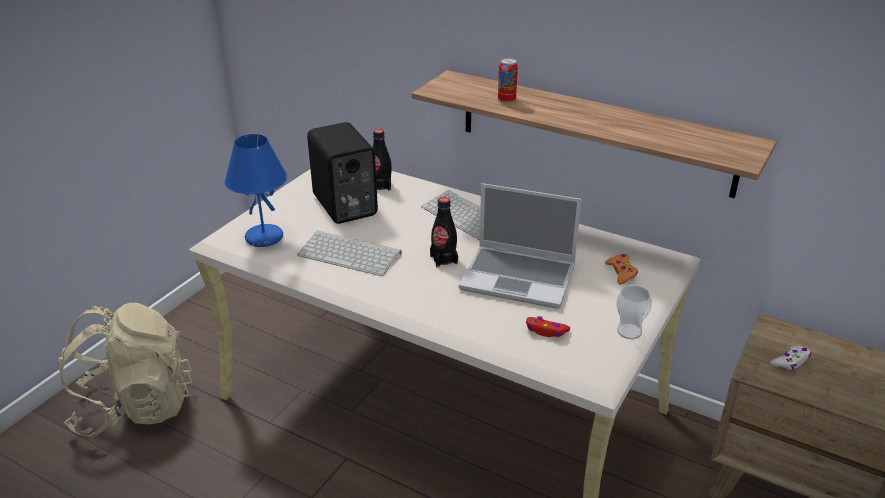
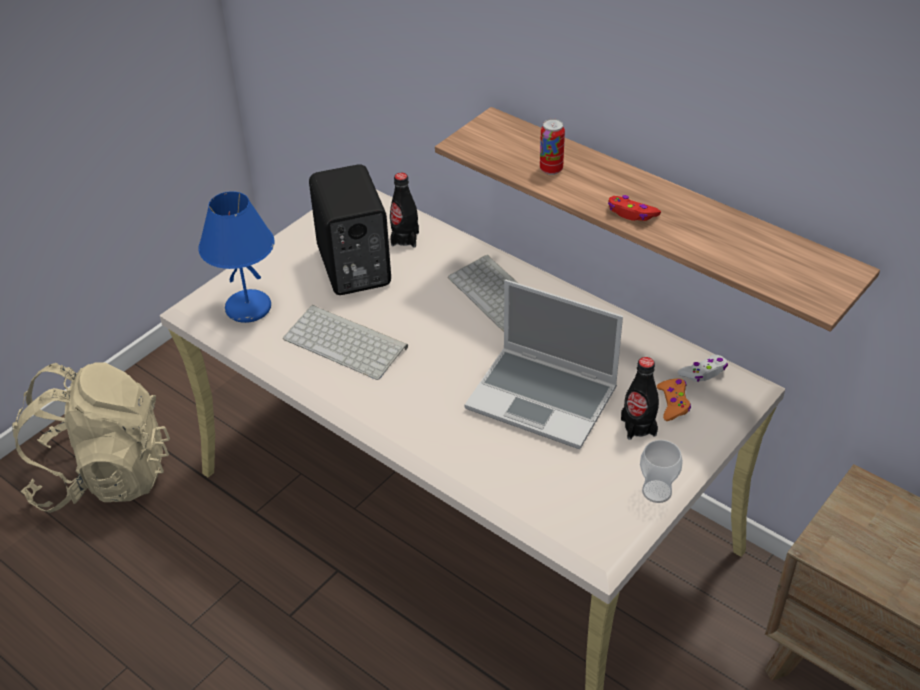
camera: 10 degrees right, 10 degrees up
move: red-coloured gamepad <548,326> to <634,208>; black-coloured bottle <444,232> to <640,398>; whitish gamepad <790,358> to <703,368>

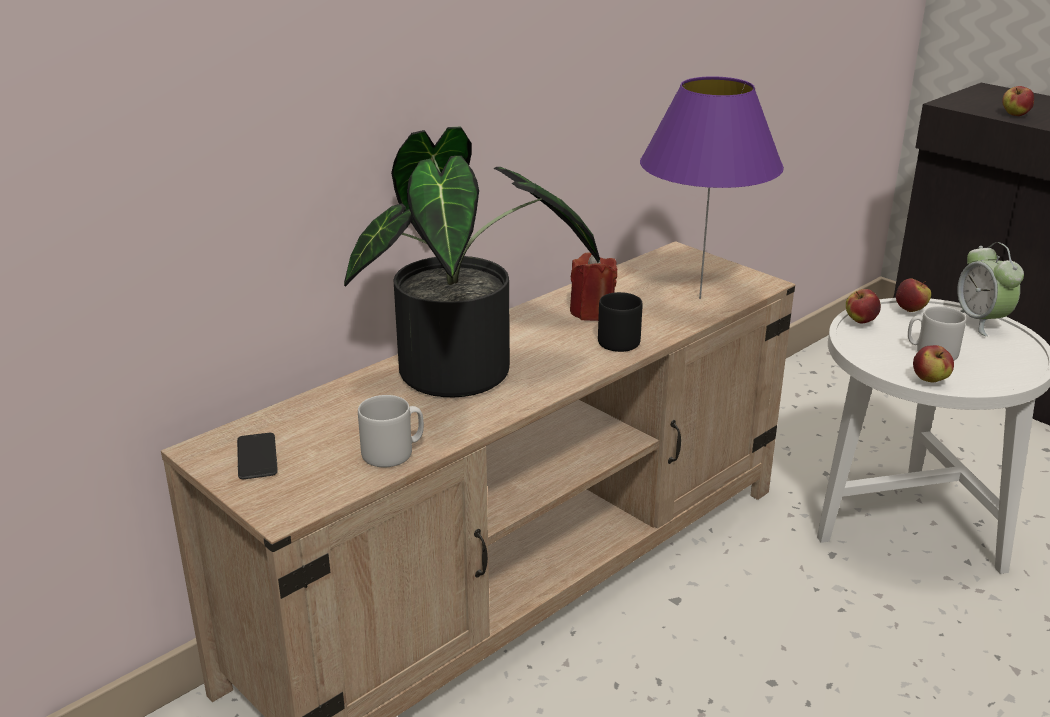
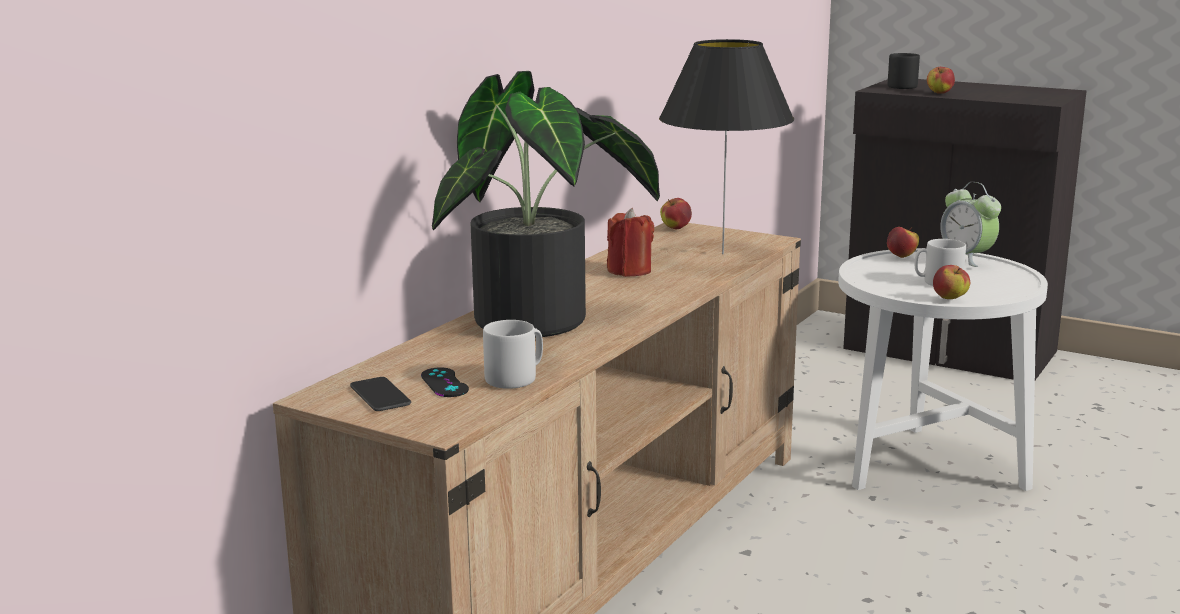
camera: 15 degrees left, 10 degrees down
insert: black-coloured gamepad <445,382>
move: apple fruit <863,306> to <676,213>; black-coloured coffee mug <620,322> to <904,71>
recolor: purple tabletop lamp <712,187> to black-coloured tabletop lamp <726,146>

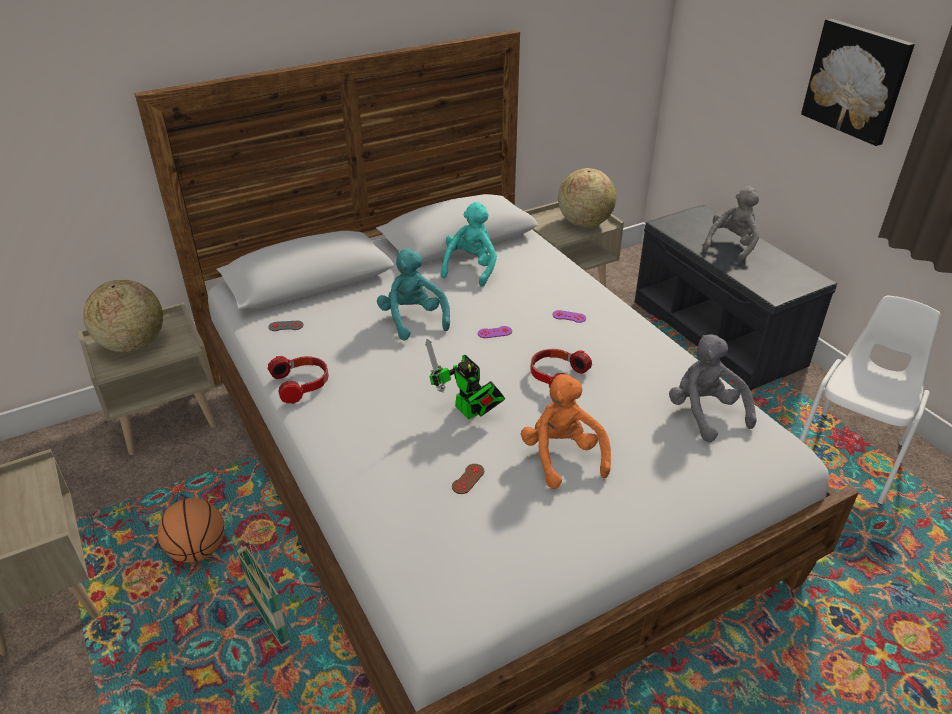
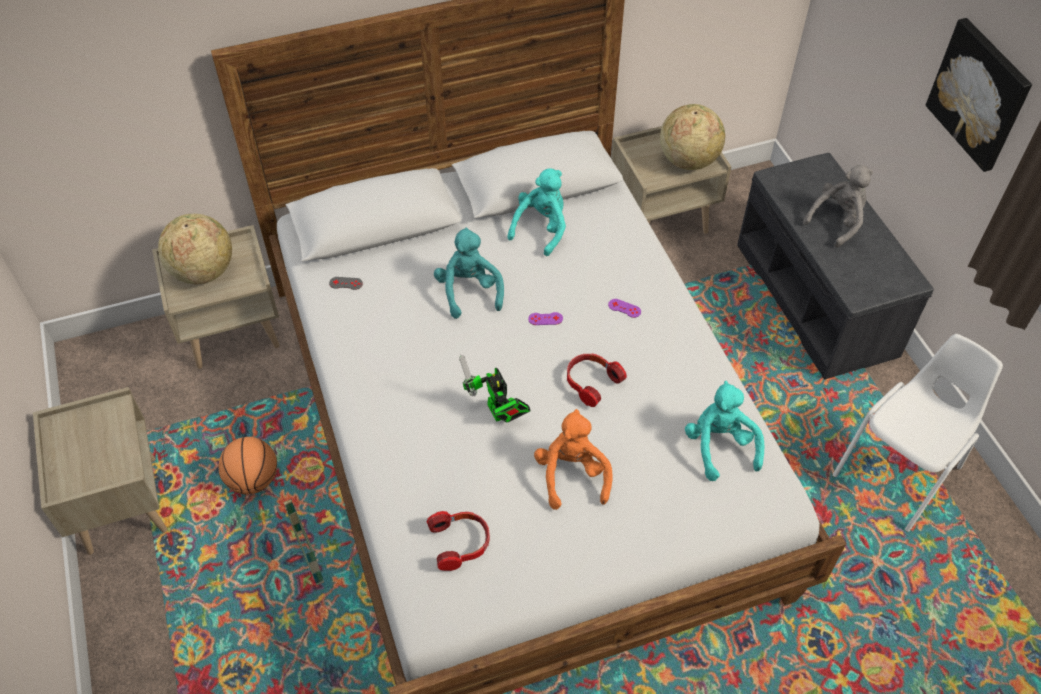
camera: 10 degrees right, 15 degrees up
delete: brown gamepad <468,479>
move: headset <298,380> to <458,541>
recolor: grey plush toy <713,388> to turquoise-coloured plush toy <725,431>

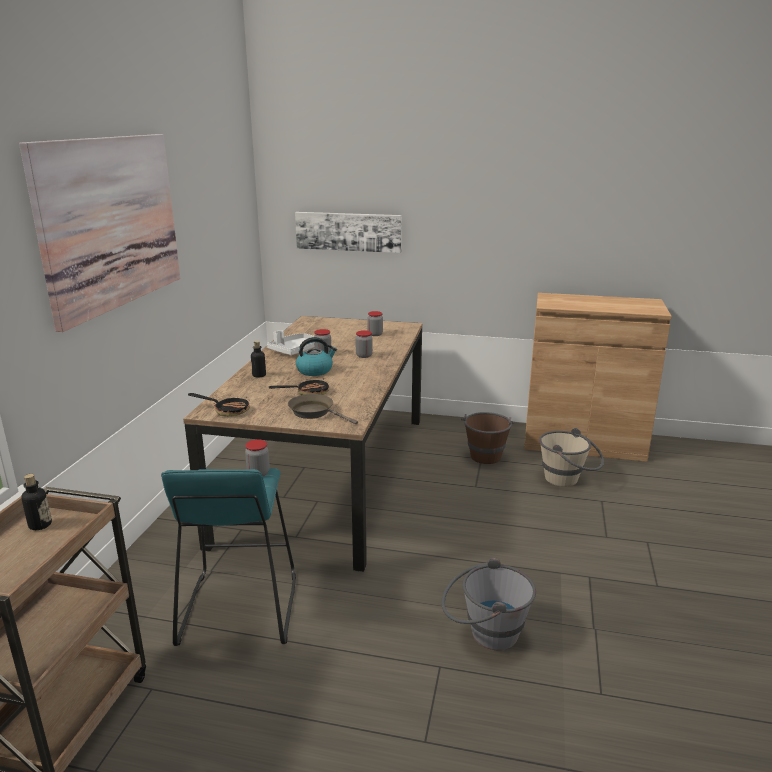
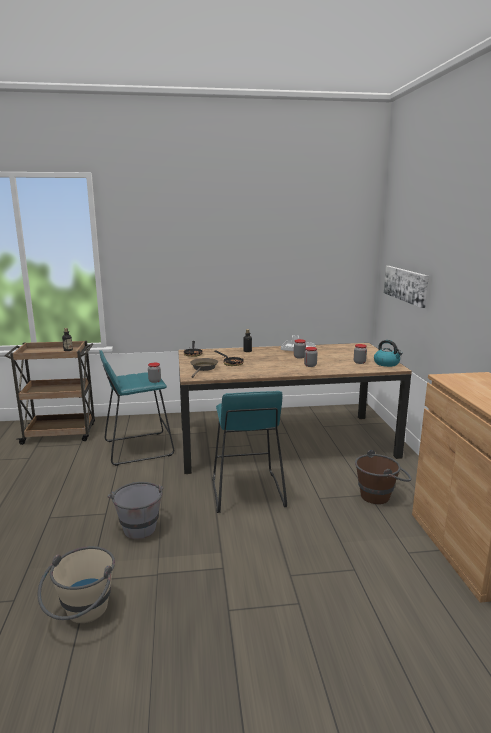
camera: 70 degrees right, 5 degrees down
delete: wall picture <99,233>
insert: turquoise-coloured stool <249,452>
move: beige-coloured bucket <571,457> to <76,584>; tea kettle <316,356> to <388,353>

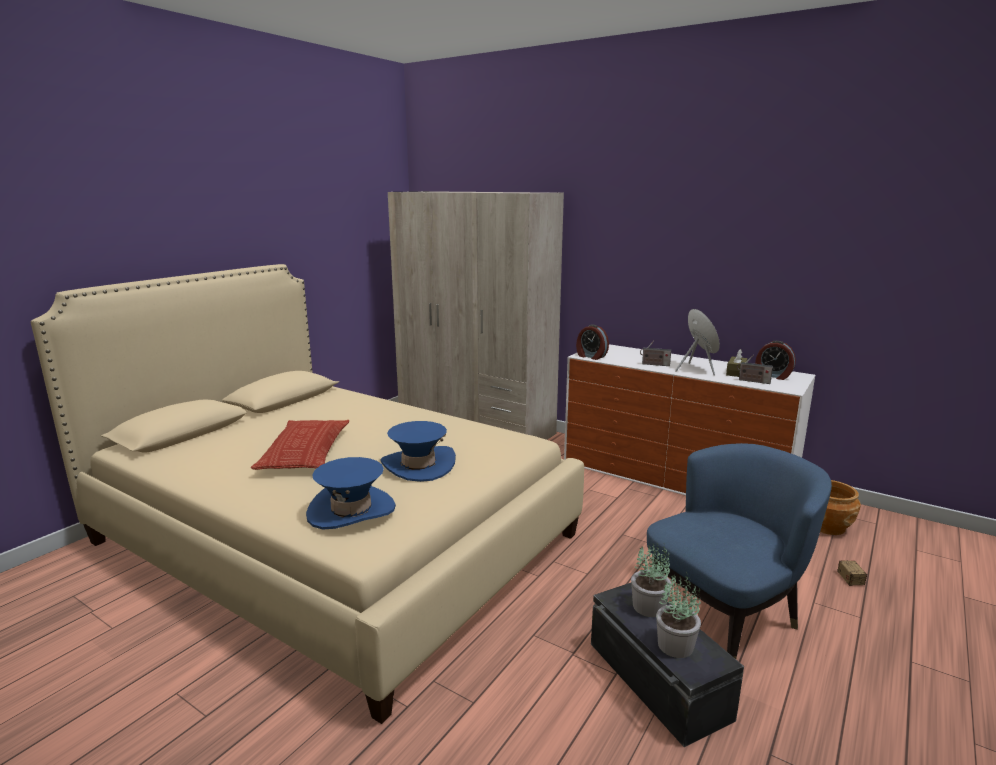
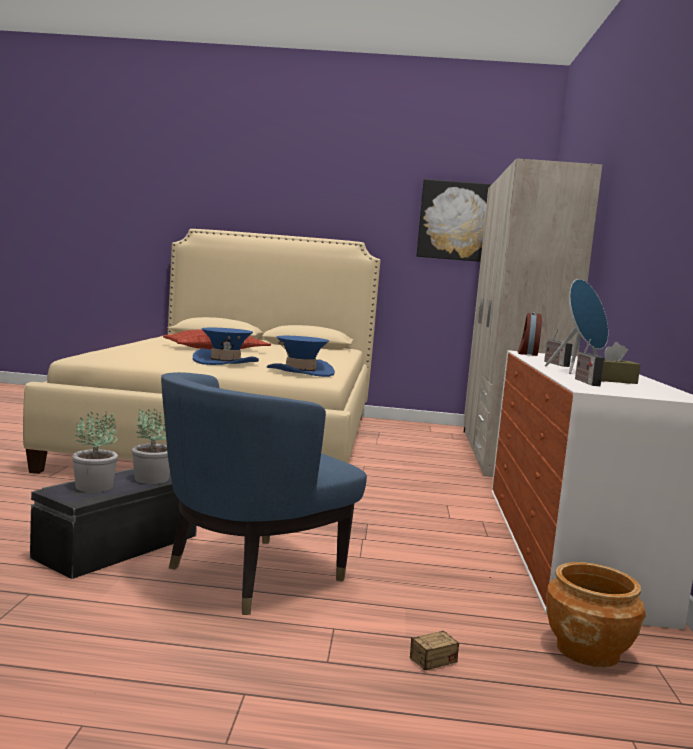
camera: 60 degrees right, 10 degrees down
delete: table clock <775,360>
insert: wall picture <454,220>
move: blue clothing hat <351,493> to <301,356>
rotate: blue lounge chair <739,551> = <264,493> 105 degrees clockwise

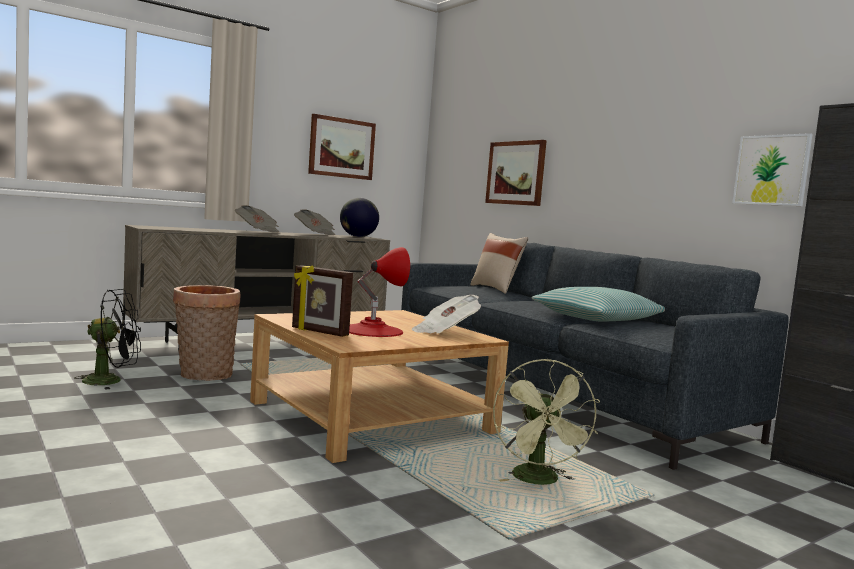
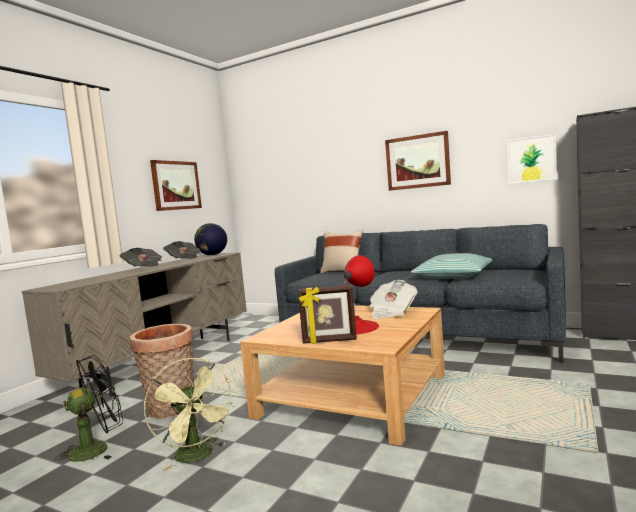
camera: 25 degrees left, 0 degrees up
move: green fan <546,422> to <189,414>; wall picture <516,173> to <418,161>

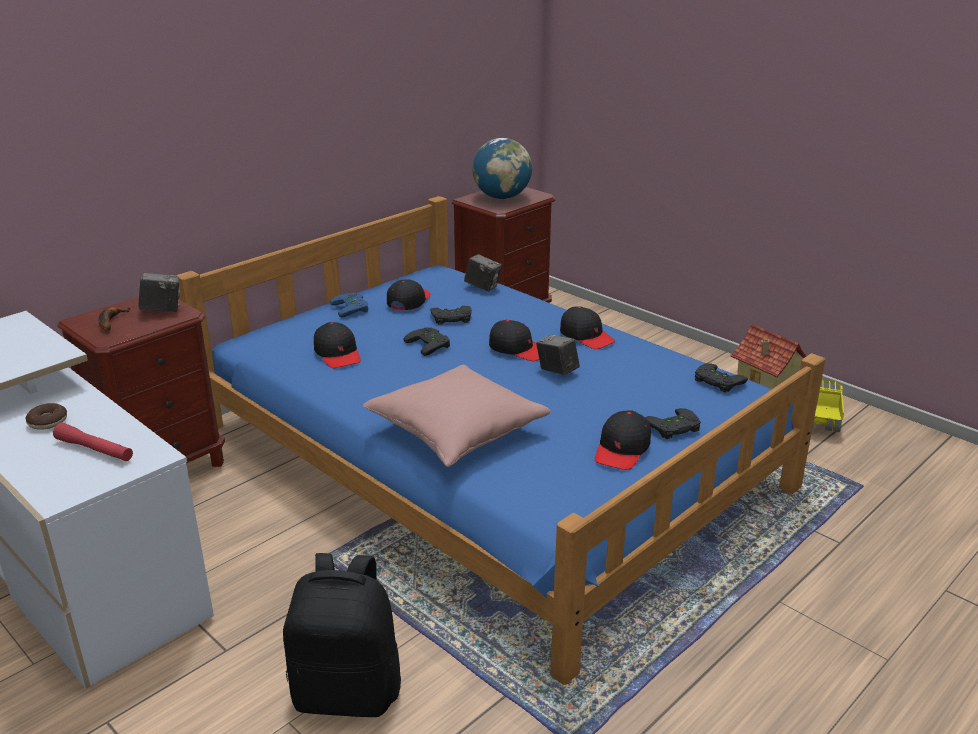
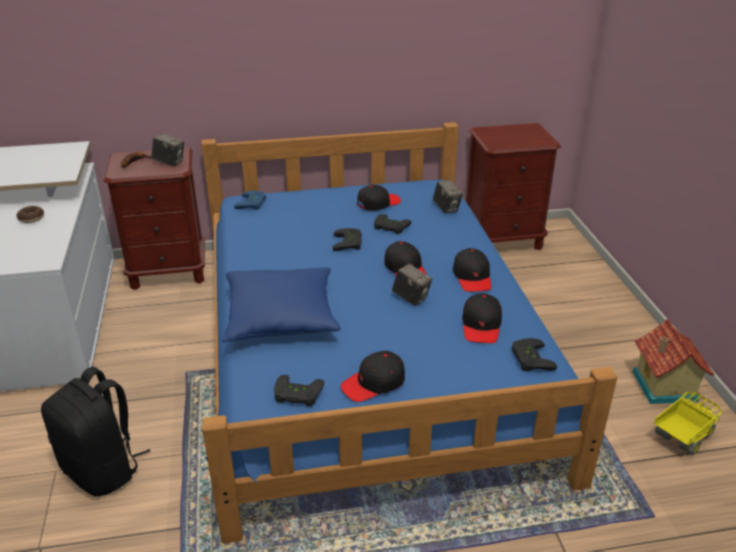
camera: 35 degrees right, 5 degrees up
delete: red-coloured torch <93,442>; world globe <502,168>
move: blue gamepad <349,305> to <250,200>; black-coloured gamepad <673,423> to <299,391>; black-coloured cap <337,345> to <482,318>
recolor: pinkish throw pillow <457,416> to blue throw pillow <281,304>
rotate: photo camera <558,354> = <412,285> 135 degrees clockwise

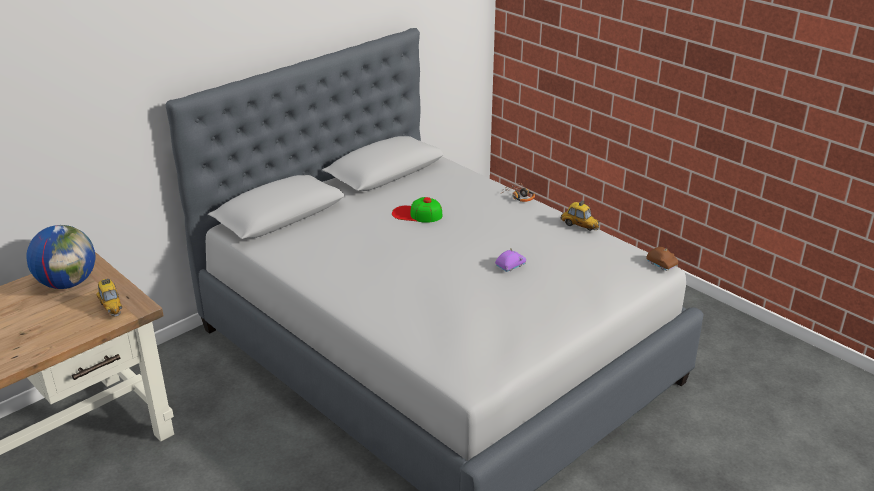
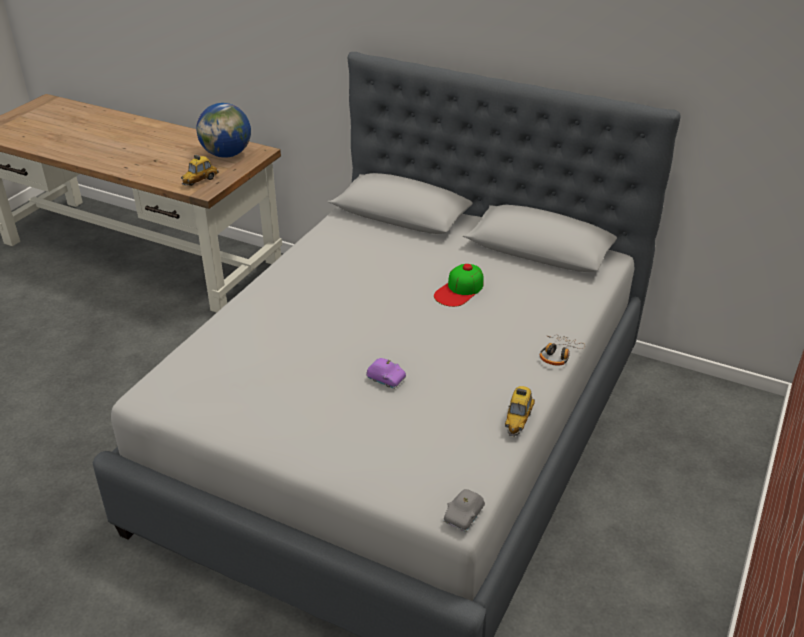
camera: 70 degrees right, 5 degrees up
recolor: brown miniature car <662,259> to grey miniature car <464,510>
rotate: cap <417,210> = <459,285> 135 degrees counterclockwise

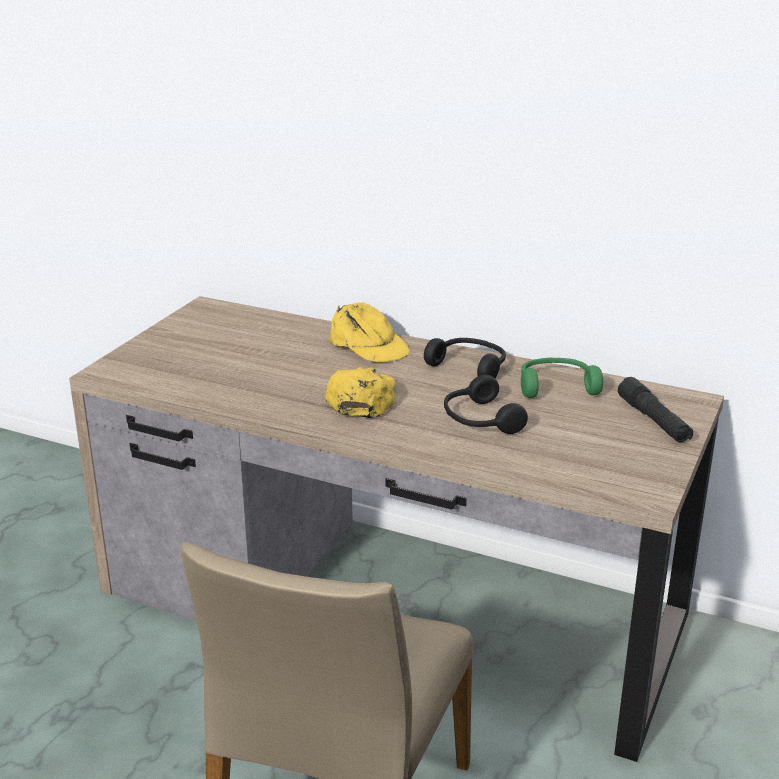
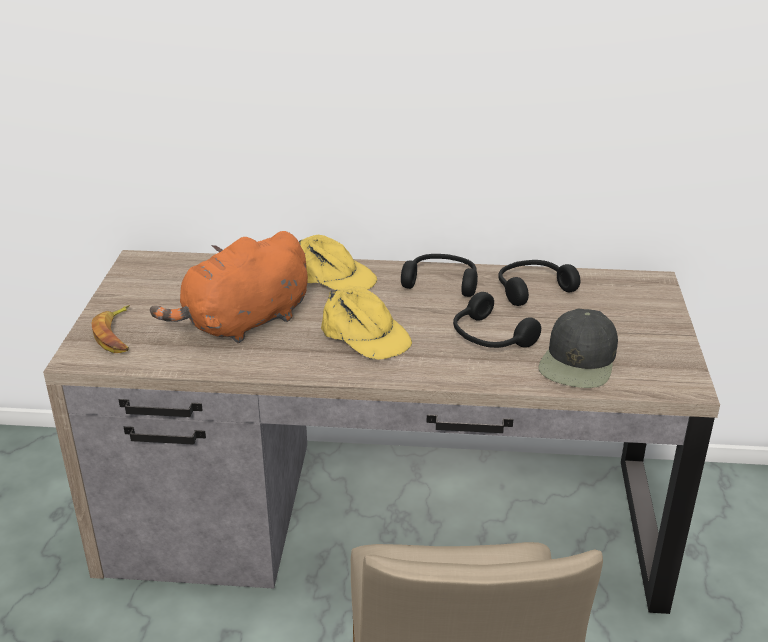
camera: 20 degrees left, 5 degrees up
delete: black-coloured torch <655,409>
insert: whole banana <110,329>; orange plush toy <229,287>; black-coloured cap <578,348>
recolor: green headset <562,377> to black-coloured headset <539,283>
rotate: yellowish cap <360,392> = <366,323> 150 degrees clockwise

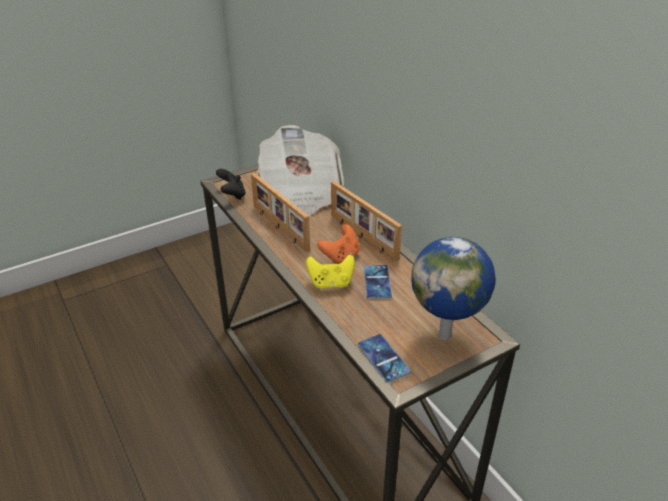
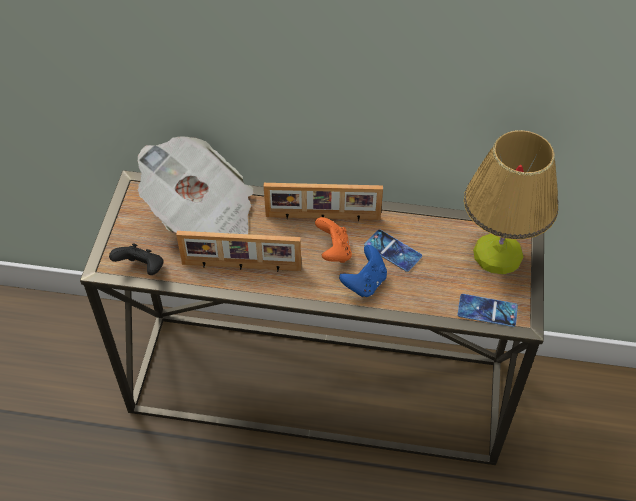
camera: 50 degrees left, 15 degrees up
replace: world globe <454,288> to tabletop lamp <511,202>
recolor: yellowish gamepad <330,271> to blue gamepad <363,271>

